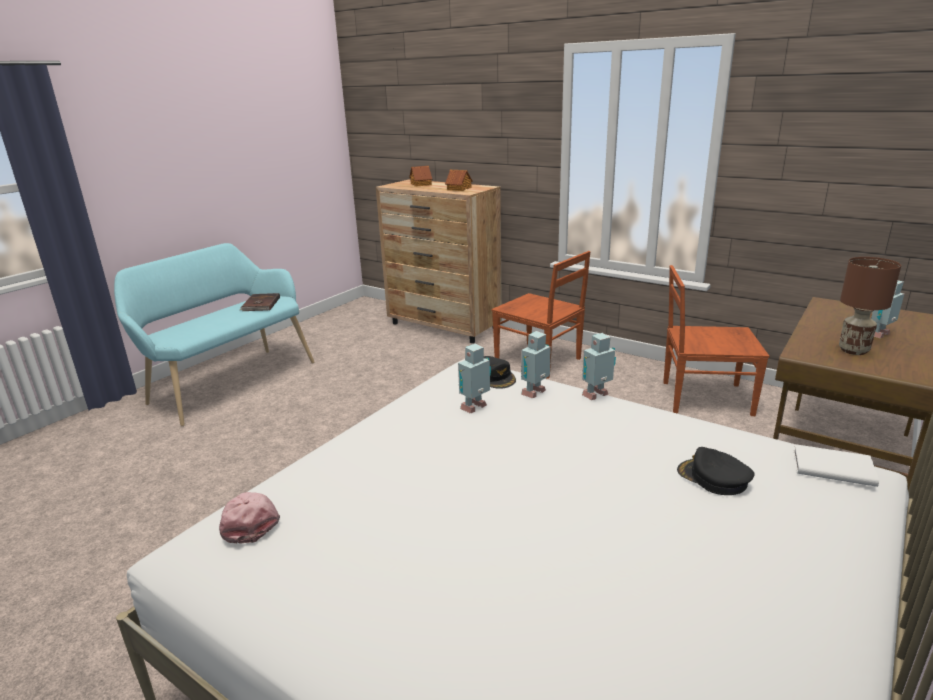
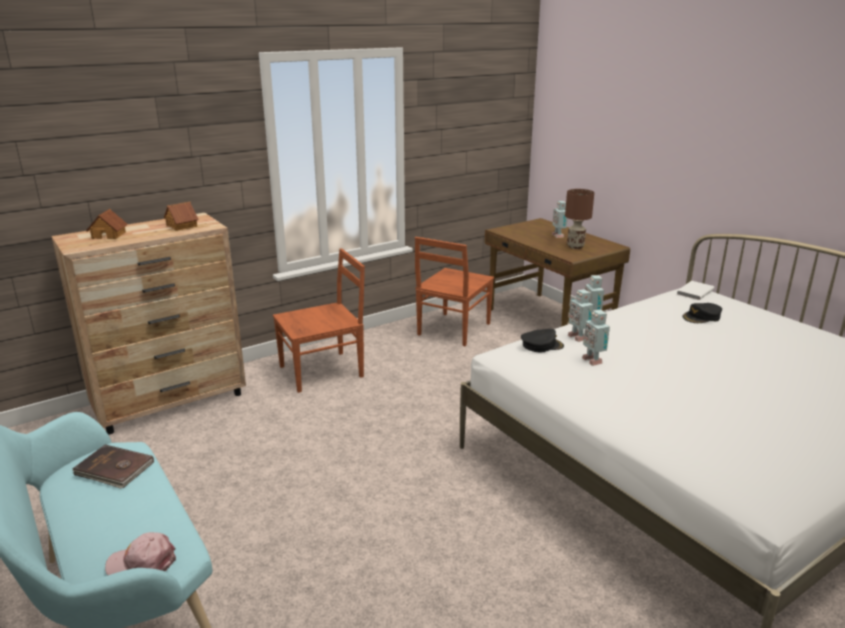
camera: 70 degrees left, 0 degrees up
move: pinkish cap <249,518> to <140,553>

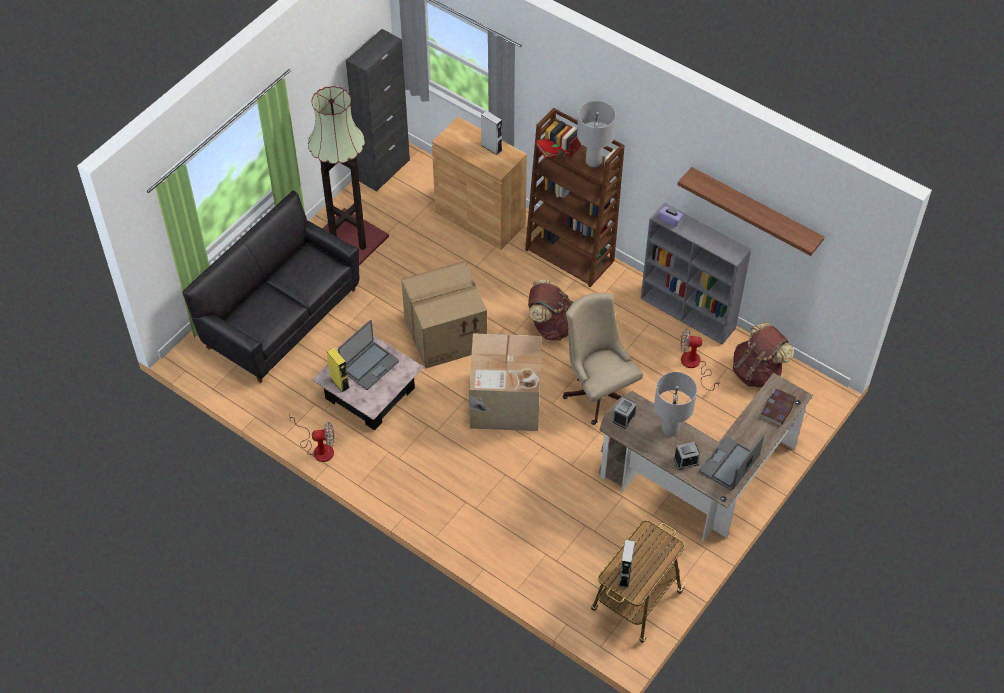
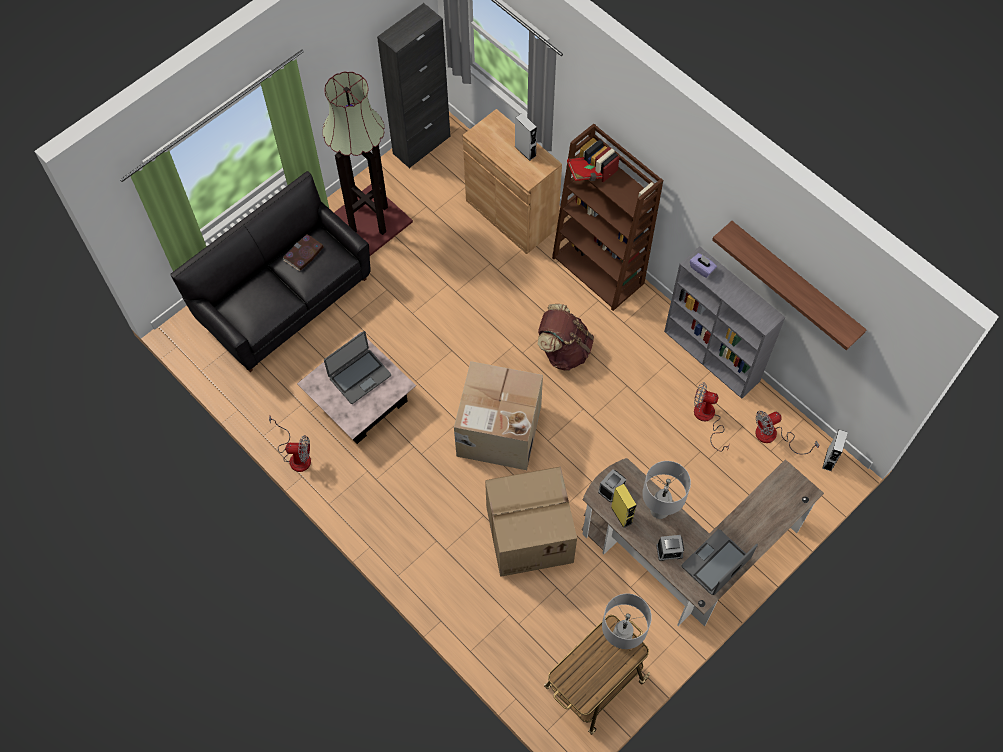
camera: 10 degrees right, 10 degrees up
delete: beige-coloured desk chair <603,359>
move: bound book <778,407> to <303,252>; carton <444,315> to <531,522>; grey tabletop lamp <596,134> to <627,621>; yellowish audio speaker <338,370> to <624,506>; grey audio speaker <627,563> to <835,450>
replace: brown rucksack <763,354> to fan <787,432>

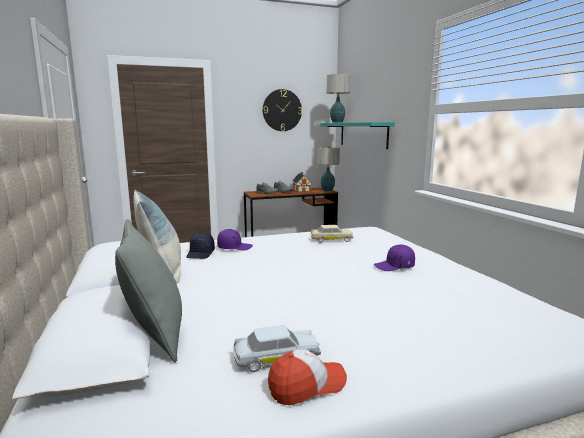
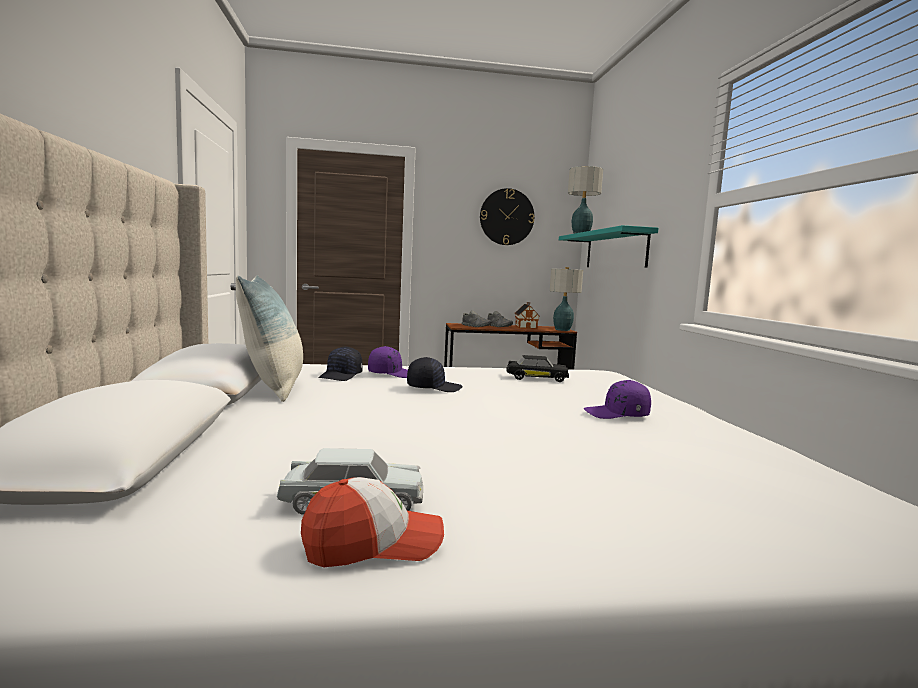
camera: 10 degrees right, 5 degrees down
delete: grey throw pillow <148,291>
insert: black-coloured cap <434,374>
recolor: beige-coloured miniature car <332,234> to black-coloured miniature car <537,368>

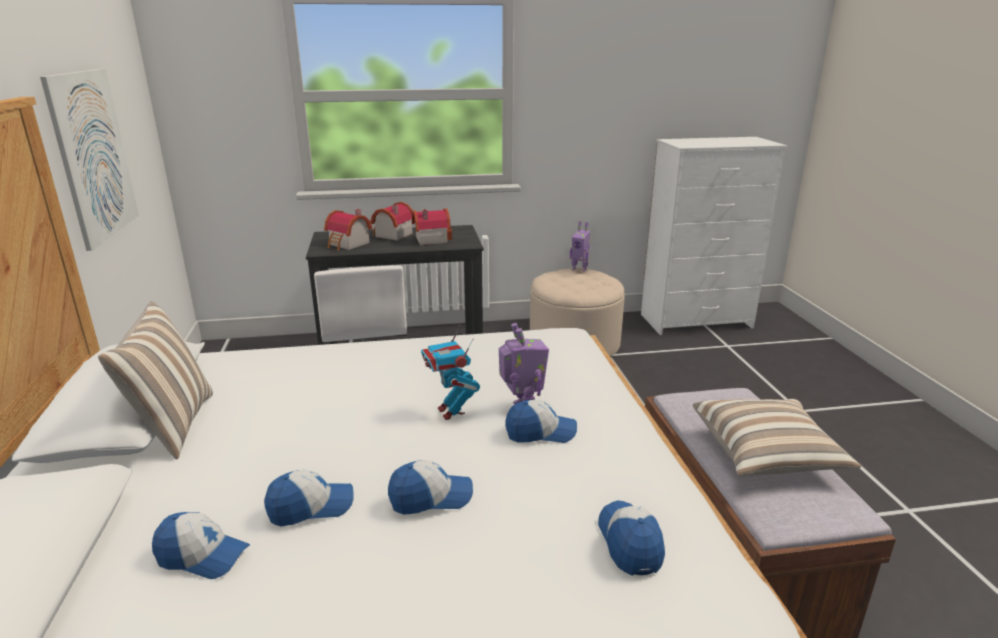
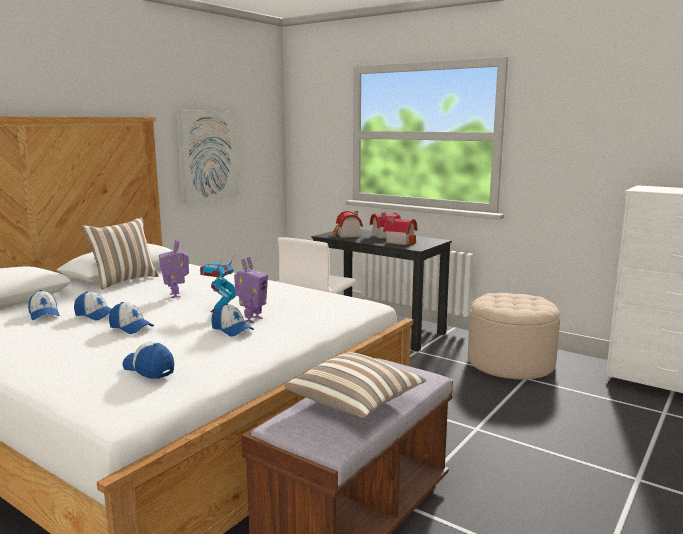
camera: 45 degrees right, 10 degrees down
move: robot figure <580,246> to <174,269>
rotate: cap <631,537> = <148,360> 90 degrees counterclockwise

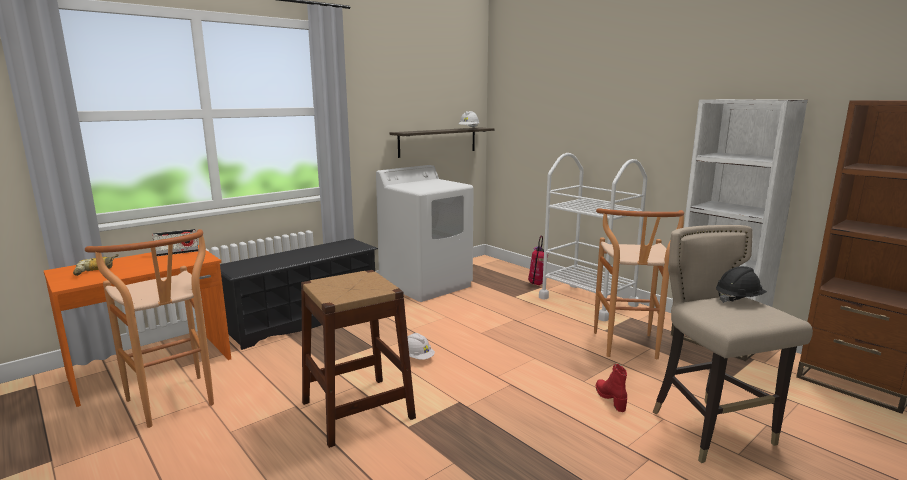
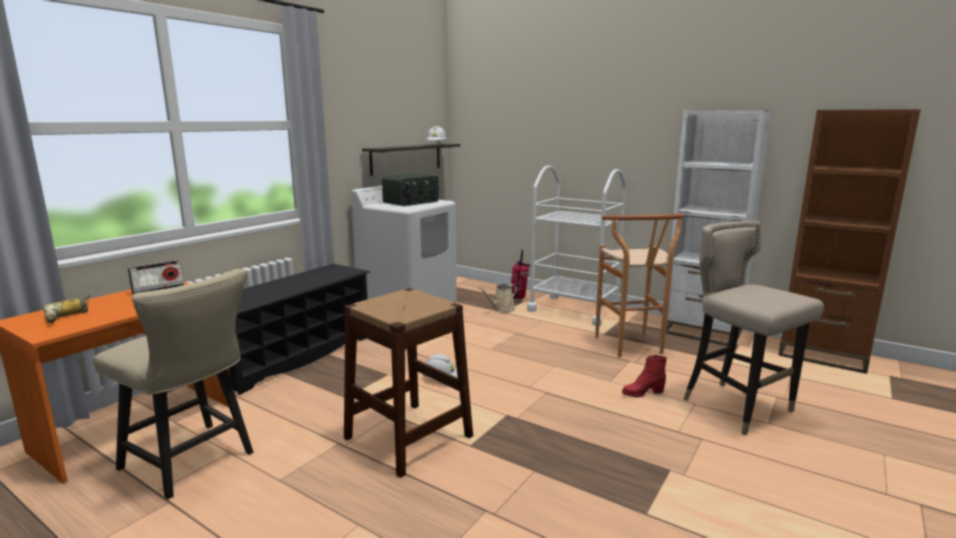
camera: 15 degrees left, 0 degrees up
delete: black-coloured hard hat <741,284>
insert: radio set <410,189>; beige-coloured watering pot <498,298>
replace: brown stool <149,328> to beige-coloured plain chair <173,384>
rotate: red-coloured boot <611,388> = <644,376> 75 degrees counterclockwise

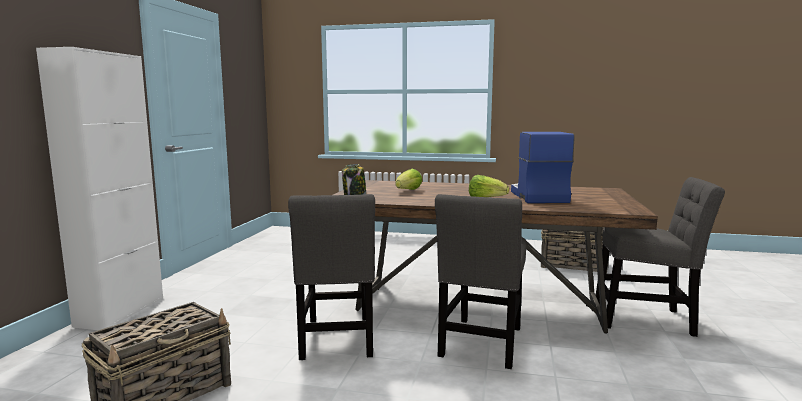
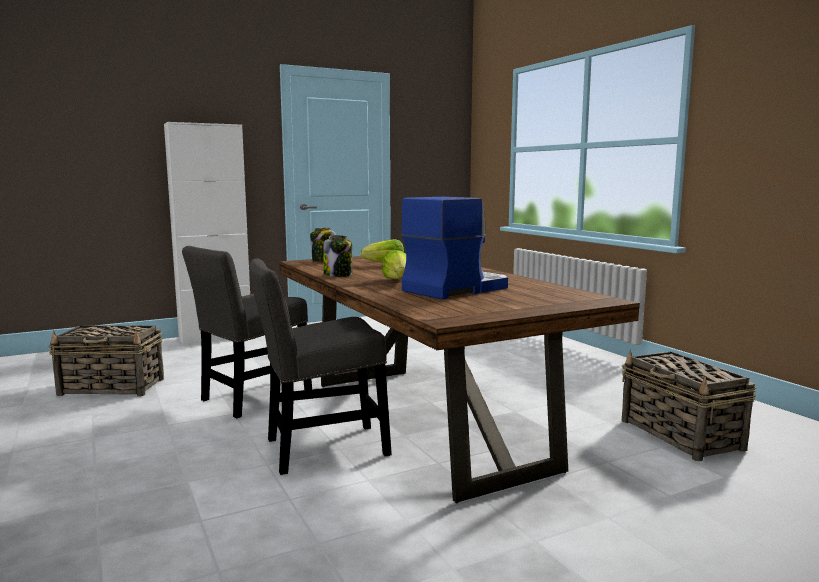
camera: 50 degrees right, 0 degrees up
delete: grey plain chair <660,257>
insert: preserve jar <337,256>

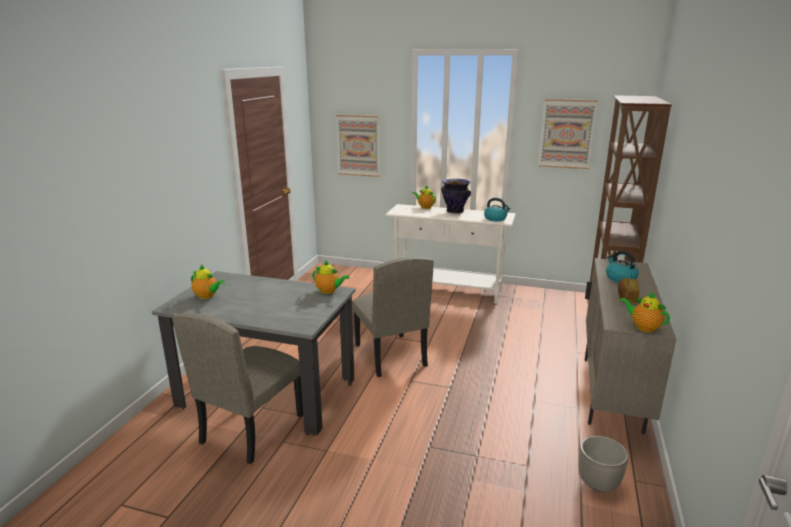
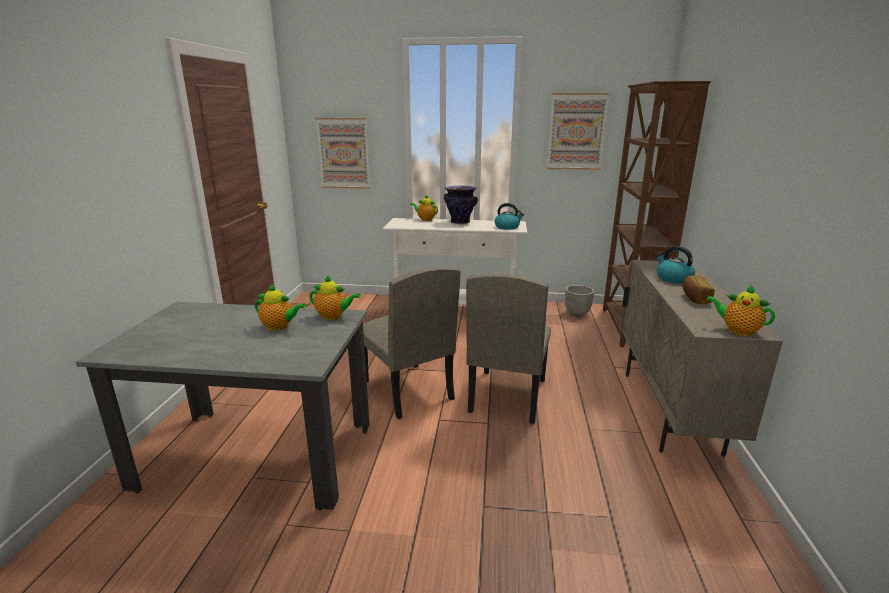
camera: 10 degrees left, 0 degrees up
move: pot for tea <208,282> to <280,307>; beige-coloured plain chair <238,388> to <508,348>; plant pot <603,464> to <579,300>

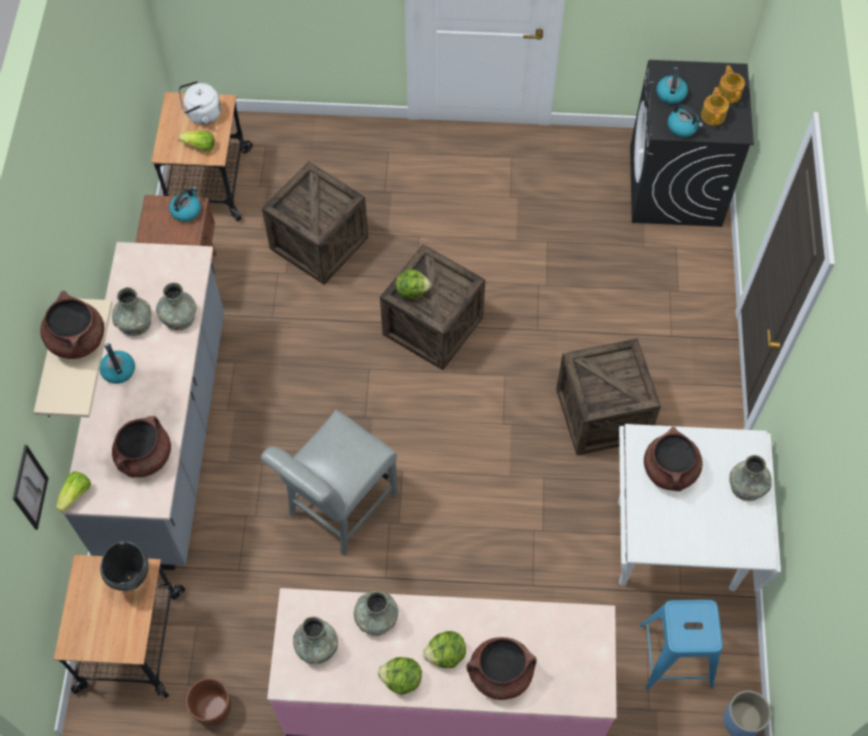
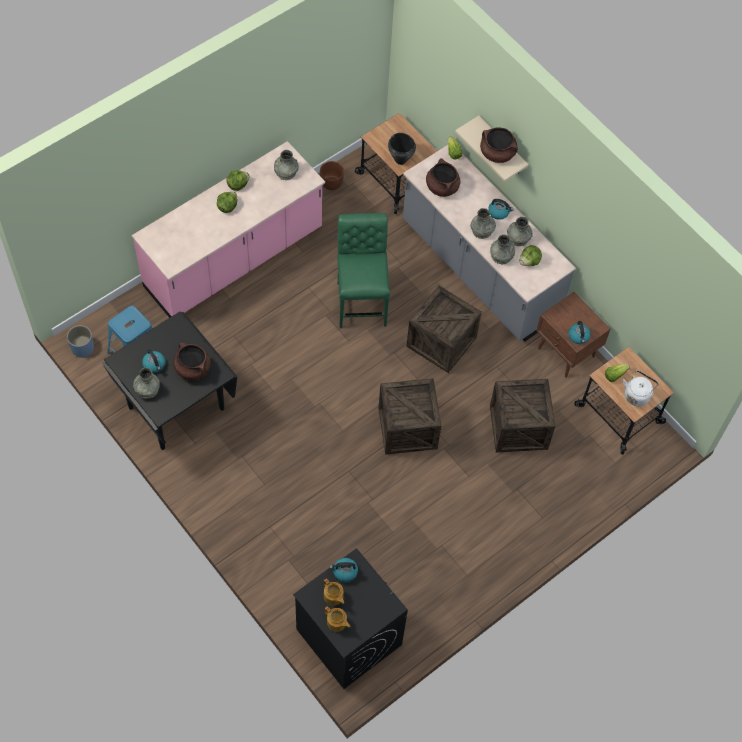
camera: 135 degrees right, 0 degrees up
delete: wall picture <31,487>; brown stockpot <501,668>
move: tea kettle <672,85> to <154,361>; shipping crate <608,396> to <444,329>; grey decorative vase <376,613> to <483,223>; head of lettuce <413,284> to <531,255>
recolor: whitish dinner table <699,507> to black-coloured dinner table <169,381>; grey plain chair <329,482> to green plain chair <363,270>

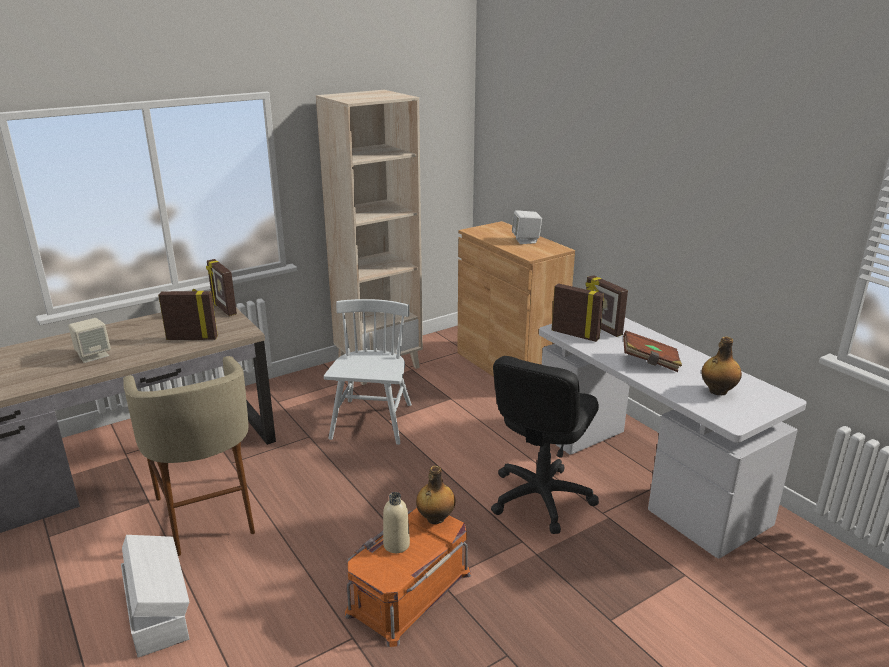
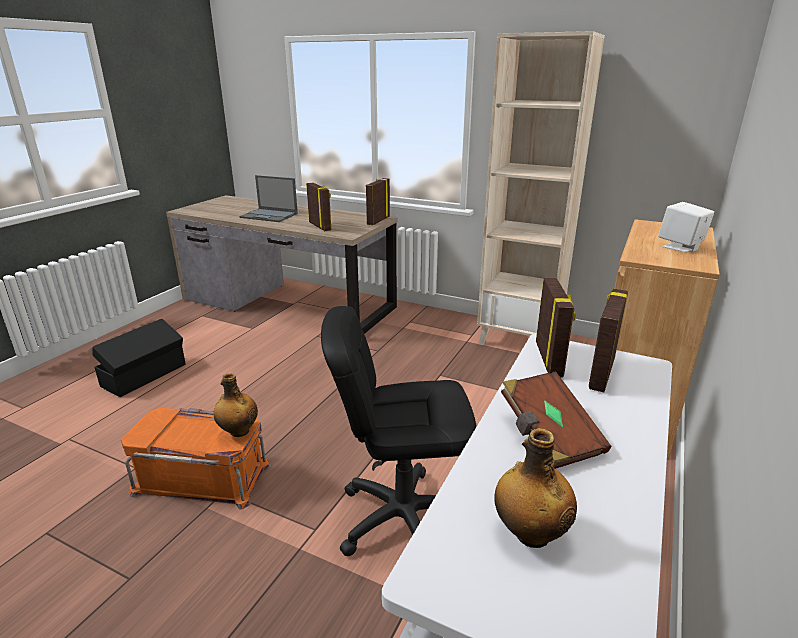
camera: 60 degrees right, 0 degrees up
delete: beige-coloured stool <189,456>; whitish plain chair <368,372>; beige-coloured bottle <396,522>
replace: beige-coloured audio speaker <89,340> to portable computer <268,198>
recolor: whitish storage container <155,596> to black-coloured storage container <139,358>

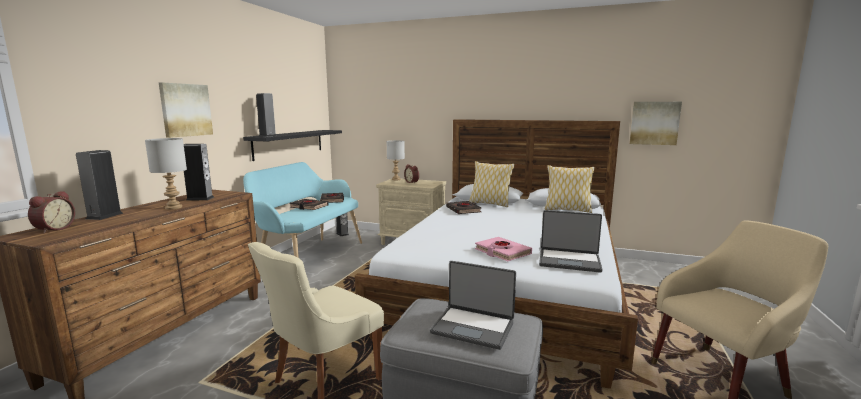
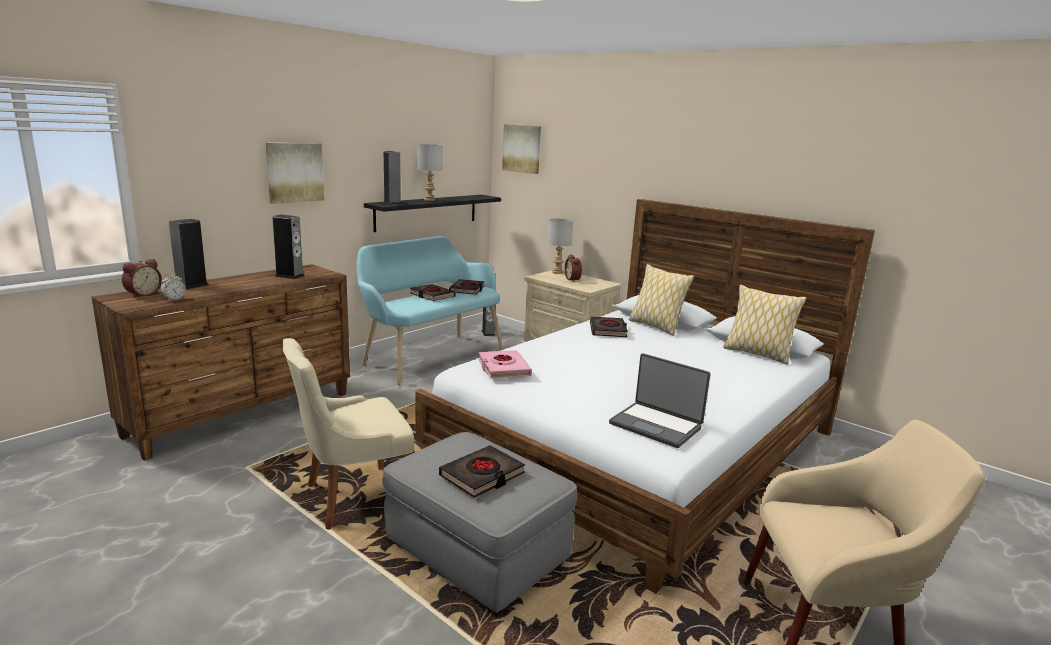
camera: 20 degrees right, 5 degrees up
insert: table clock <173,287>
move: grey tabletop lamp <166,174> to <430,172>; pinkish bound book <503,249> to <505,364>; wall picture <655,123> to <521,149>
replace: portable computer <473,305> to black-coloured bound book <482,471>

